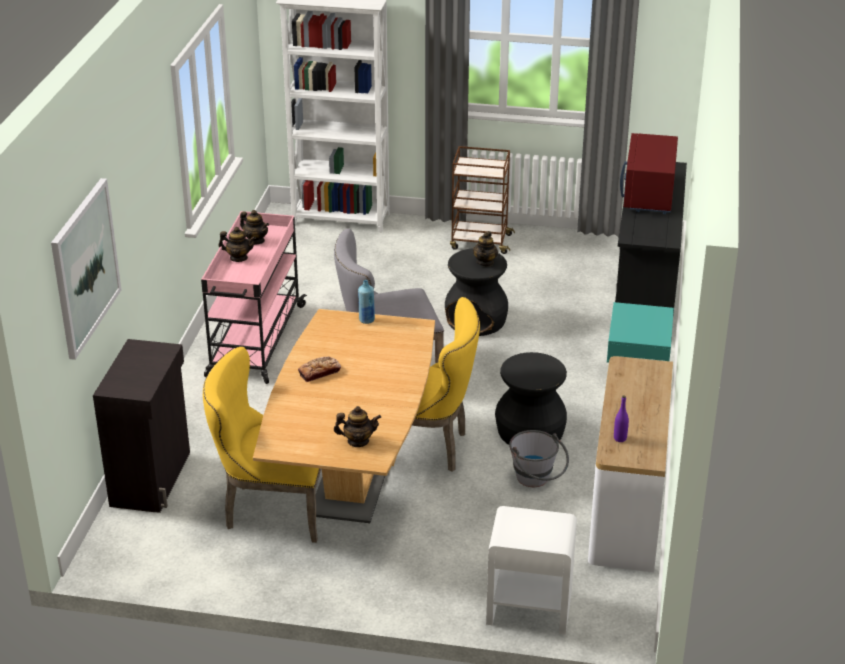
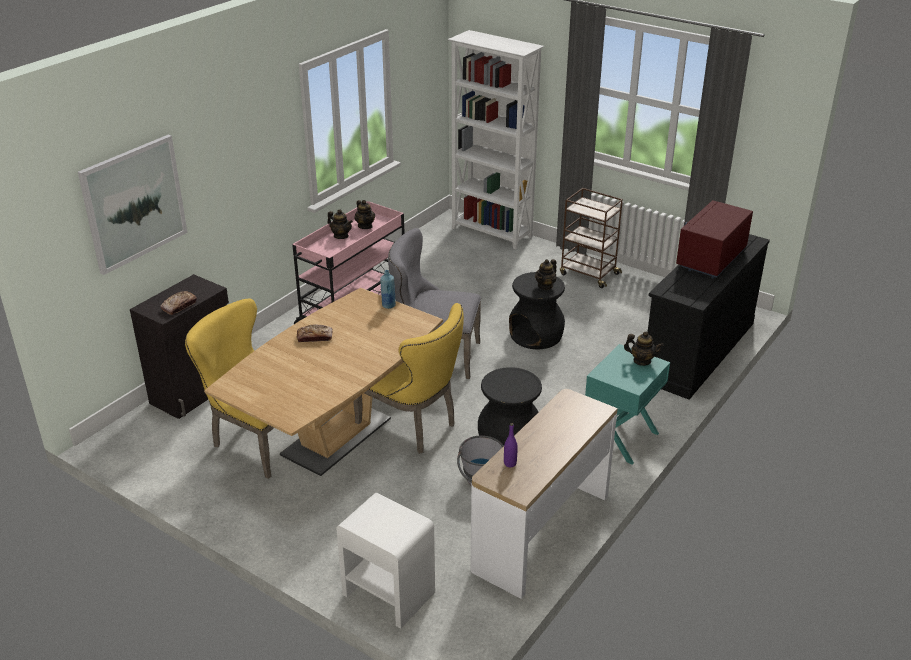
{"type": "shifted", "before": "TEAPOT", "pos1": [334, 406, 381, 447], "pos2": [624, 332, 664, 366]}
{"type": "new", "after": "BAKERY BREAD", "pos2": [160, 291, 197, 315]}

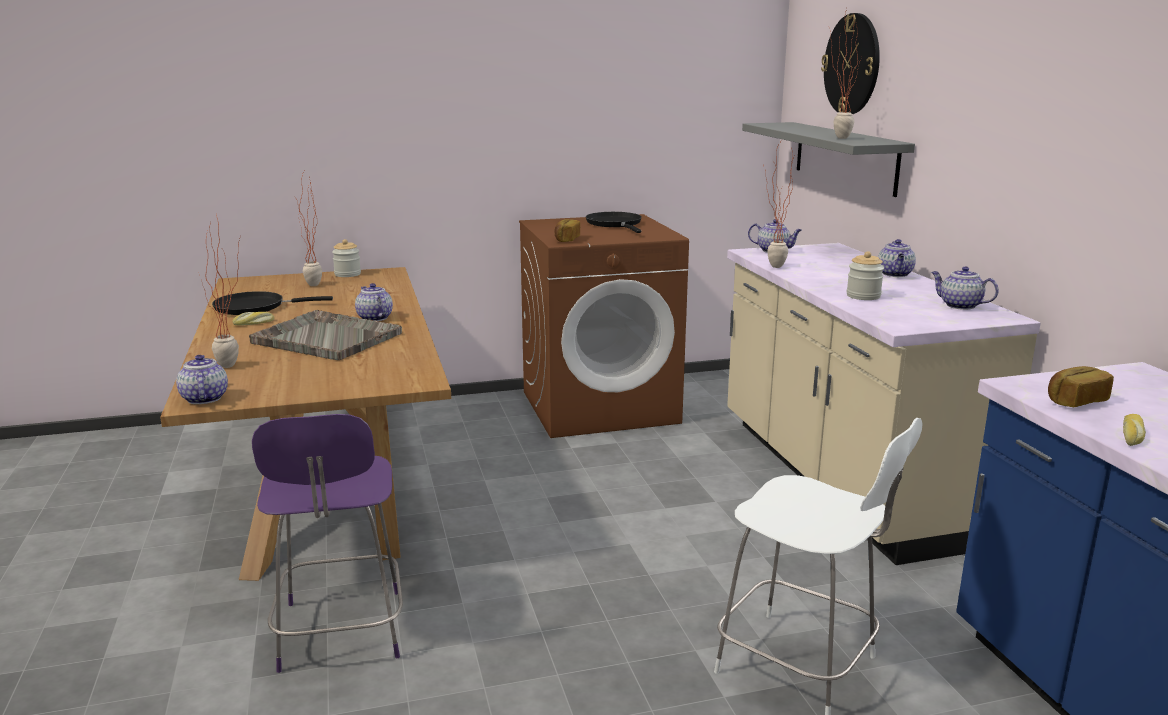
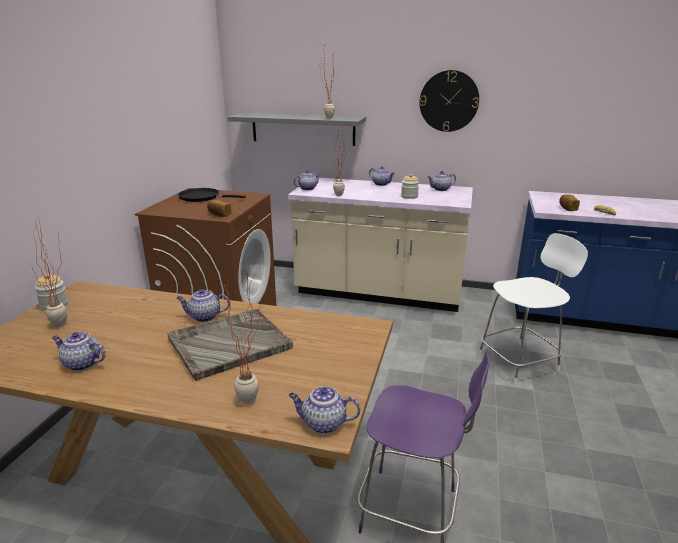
{"type": "shifted", "before": "WALL CLOCK", "pos1": [821, 13, 880, 114], "pos2": [419, 70, 479, 132]}
{"type": "swapped", "before": "BLACKISH SKILLET", "after": "TEAPOT", "pos1": [212, 291, 333, 315], "pos2": [52, 332, 105, 371]}
{"type": "gone", "before": "BAKERY BREAD", "pos1": [233, 312, 275, 326]}

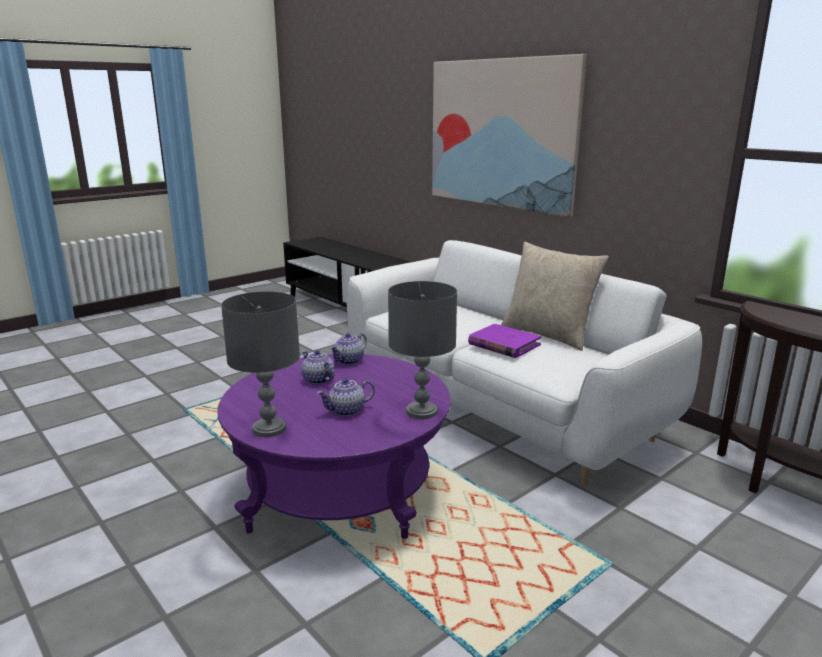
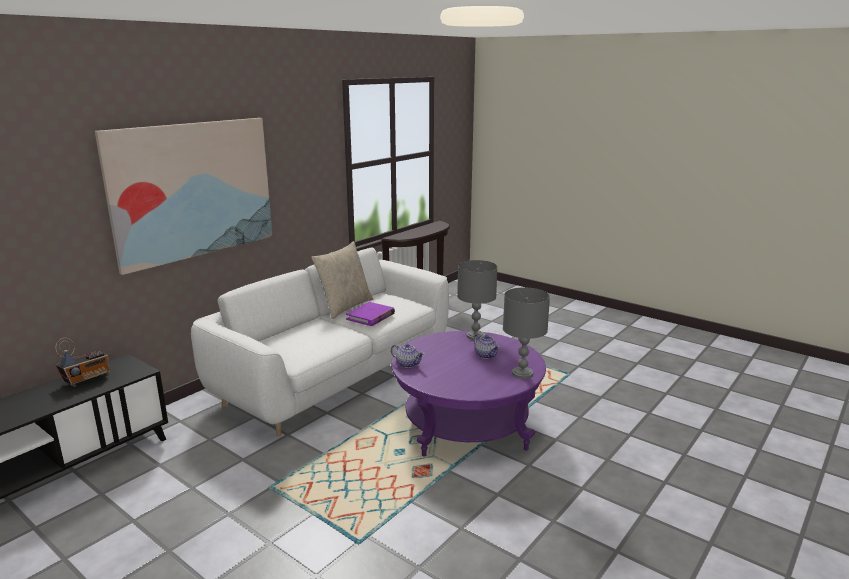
{"type": "gone", "before": "TEAPOT", "pos1": [302, 350, 334, 385]}
{"type": "new", "after": "RADIO RECEIVER", "pos2": [56, 338, 110, 387]}

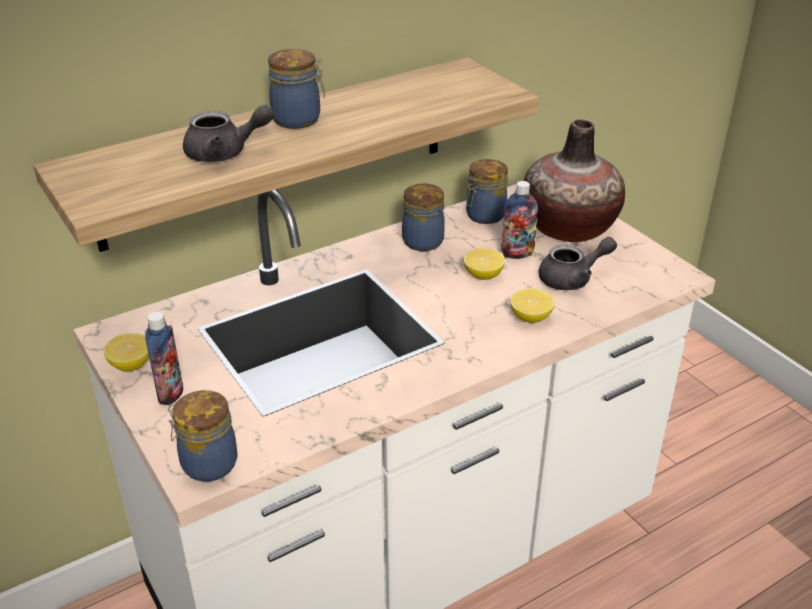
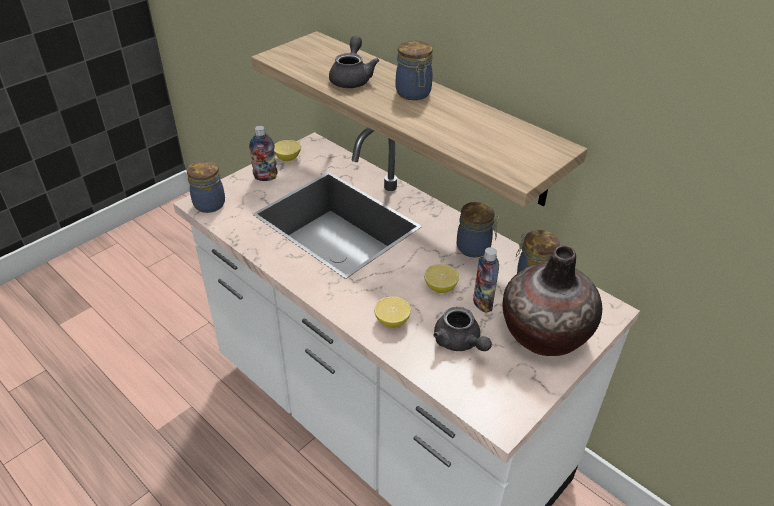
{"type": "rotated", "before": "GREYISH TEAPOT", "pos1": [183, 105, 274, 162], "pos2": [329, 36, 379, 88], "turn": -150}

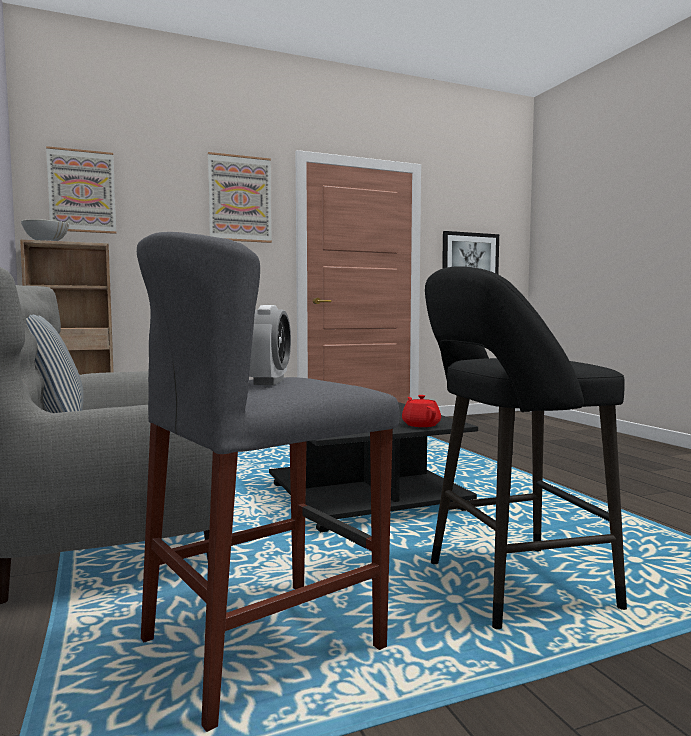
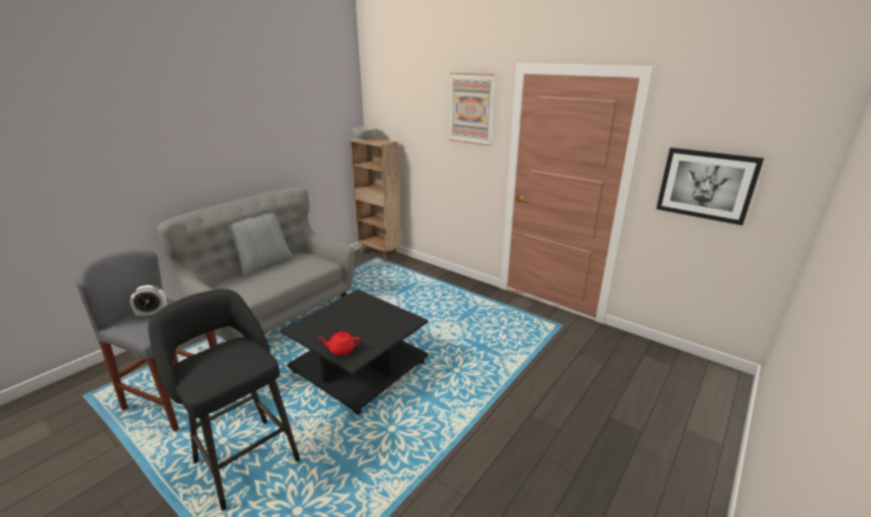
{"type": "gone", "before": "PICTURE", "pos1": [46, 146, 116, 234]}
{"type": "rotated", "before": "RED-COLOURED TEAPOT", "pos1": [402, 395, 441, 427], "pos2": [318, 331, 361, 356], "turn": -135}

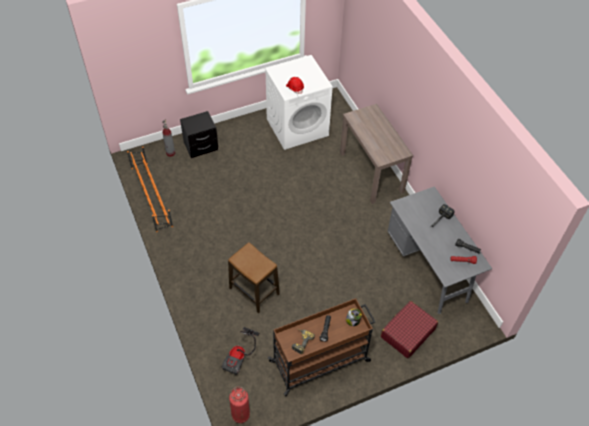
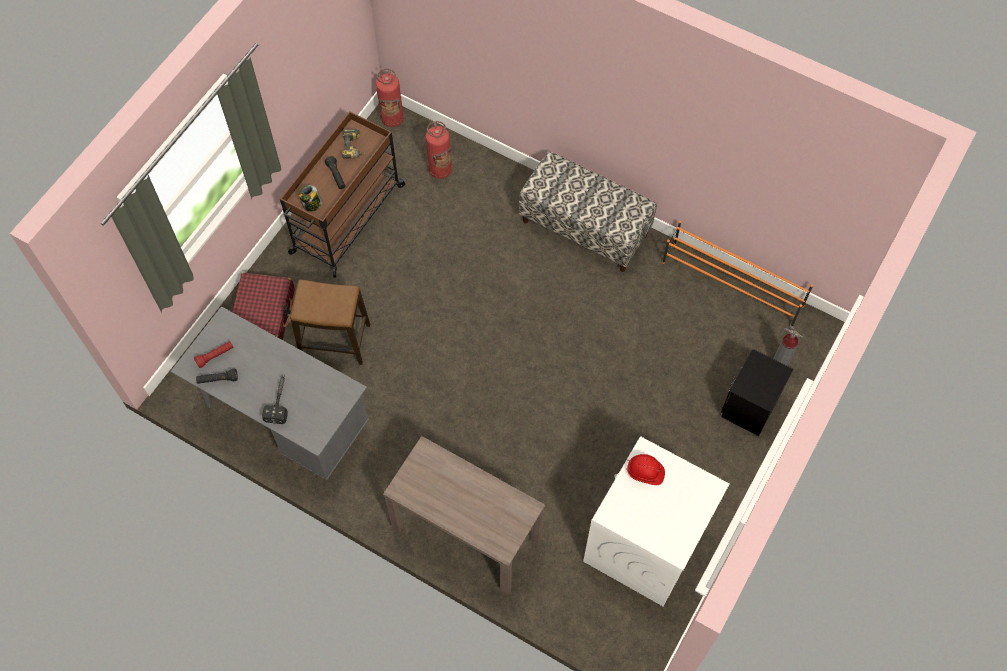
{"type": "shifted", "before": "SITTING STOOL", "pos1": [228, 242, 280, 313], "pos2": [290, 280, 370, 365]}
{"type": "swapped", "before": "HOOVER", "after": "EXTINGUISHER", "pos1": [222, 327, 260, 375], "pos2": [425, 121, 452, 179]}
{"type": "new", "after": "BENCH", "pos2": [519, 151, 657, 272]}

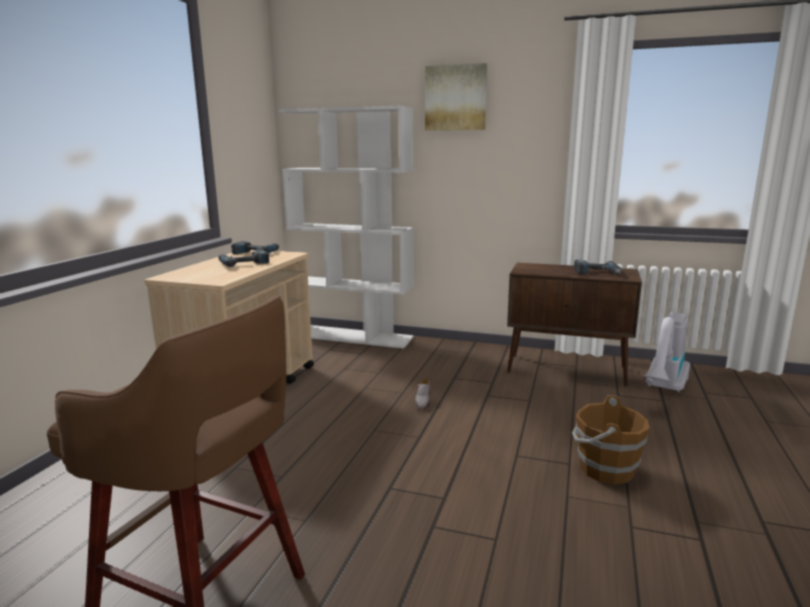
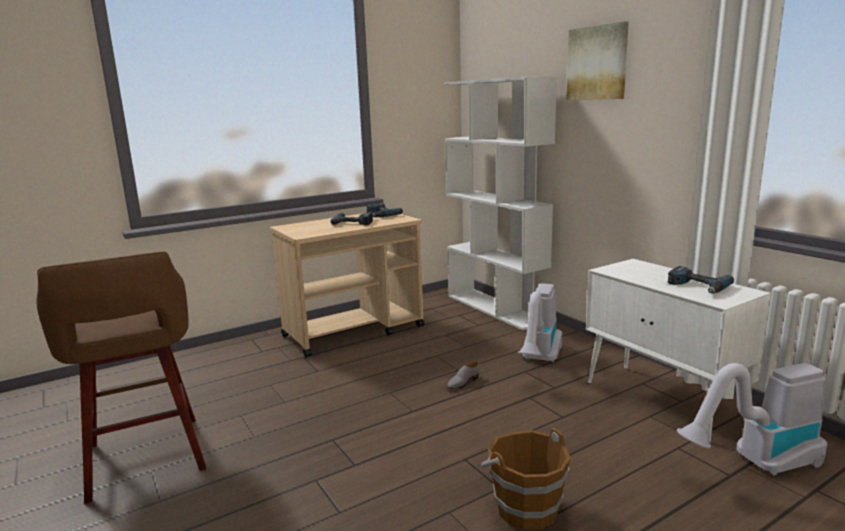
{"type": "repainted", "before": "BROWN STORAGE CABINET", "after": "WHITE STORAGE CABINET", "pos1": [507, 262, 642, 386], "pos2": [586, 259, 771, 443]}
{"type": "new", "after": "HOOVER", "pos2": [518, 283, 562, 362]}

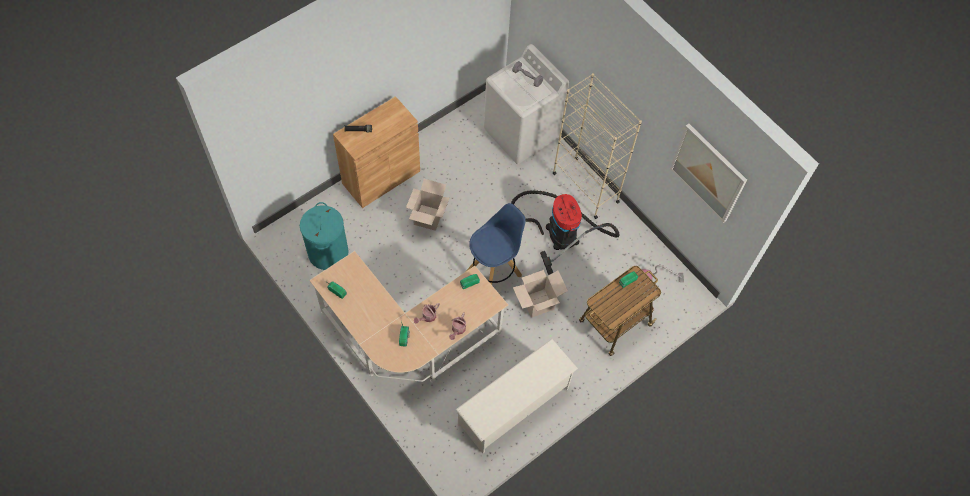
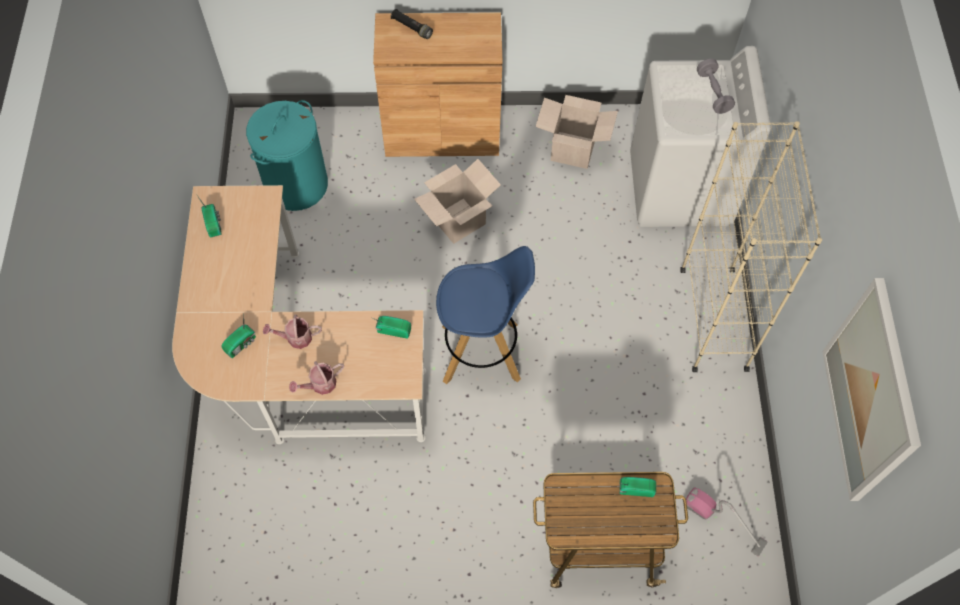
{"type": "gone", "before": "HOOVER", "pos1": [511, 190, 620, 275]}
{"type": "shifted", "before": "PACKING BOX", "pos1": [513, 270, 568, 318], "pos2": [535, 95, 618, 169]}
{"type": "gone", "before": "WHITE SHOE STAND", "pos1": [456, 339, 578, 454]}

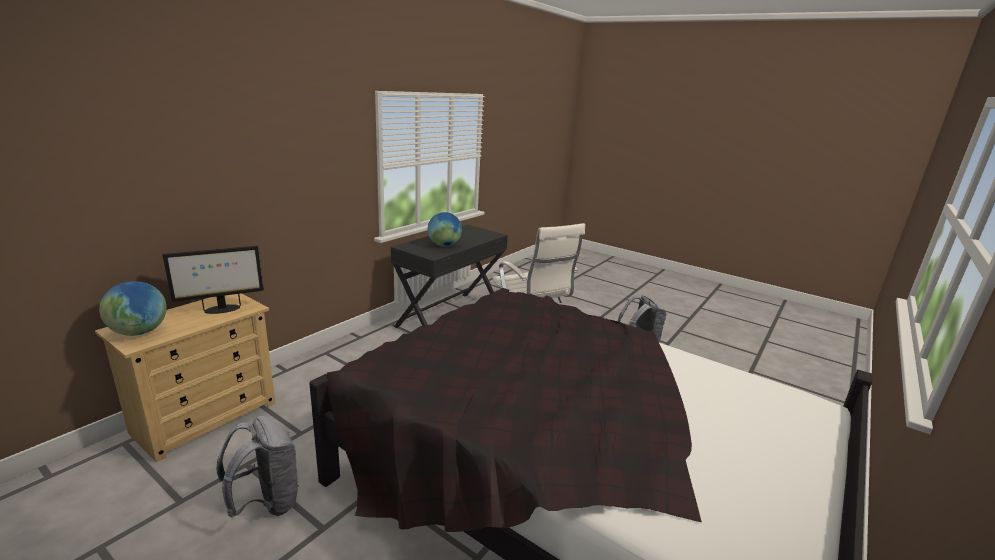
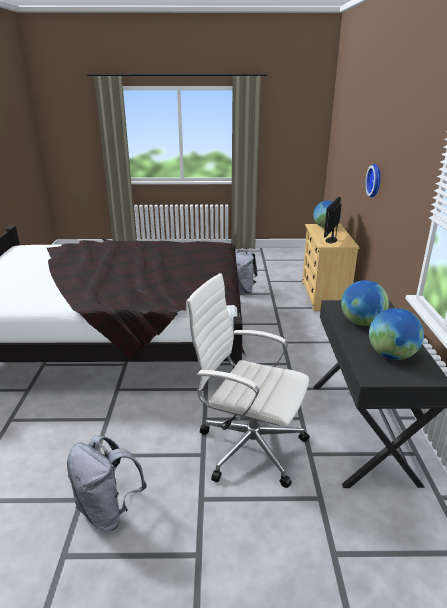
{"type": "new", "after": "WALL CLOCK", "pos2": [365, 164, 381, 198]}
{"type": "new", "after": "WORLD GLOBE", "pos2": [369, 308, 424, 360]}

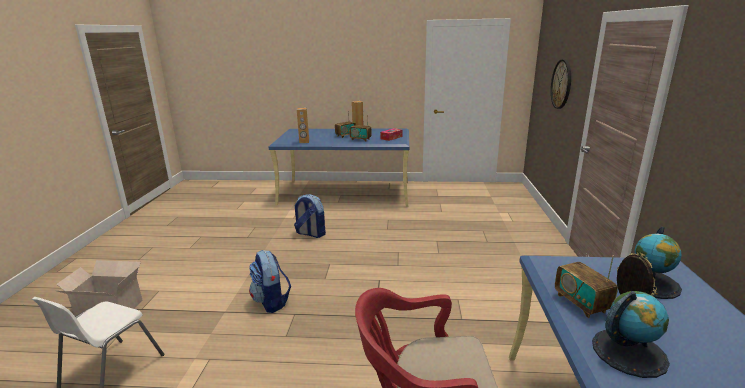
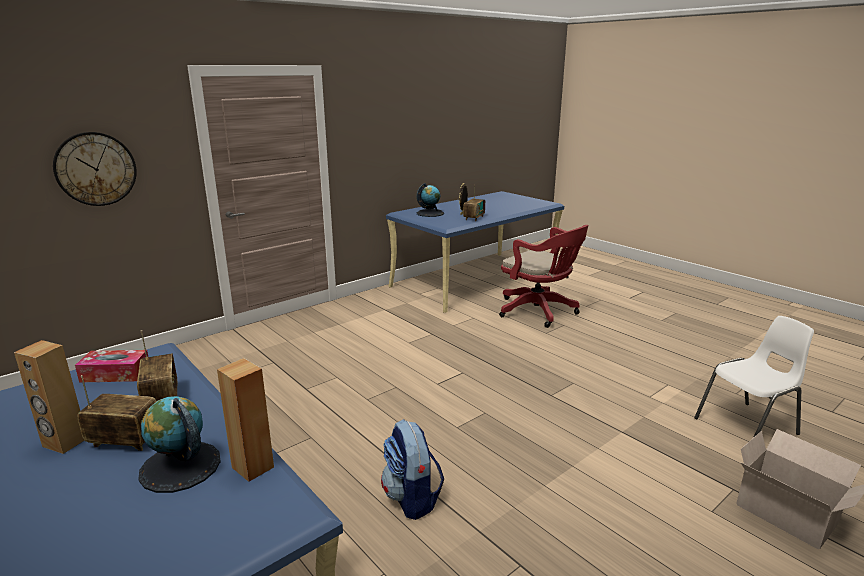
{"type": "gone", "before": "RUCKSACK", "pos1": [249, 250, 291, 313]}
{"type": "shifted", "before": "WORLD GLOBE", "pos1": [592, 291, 670, 378], "pos2": [138, 396, 221, 493]}

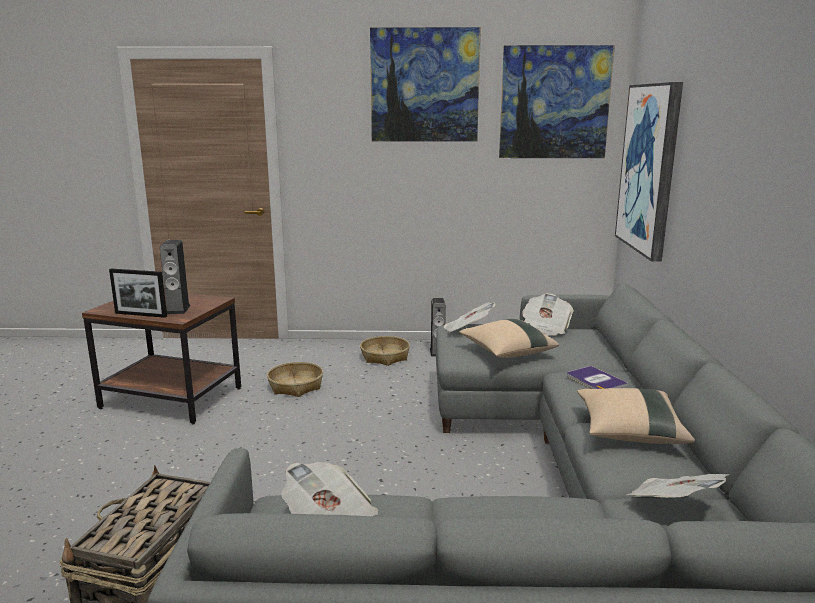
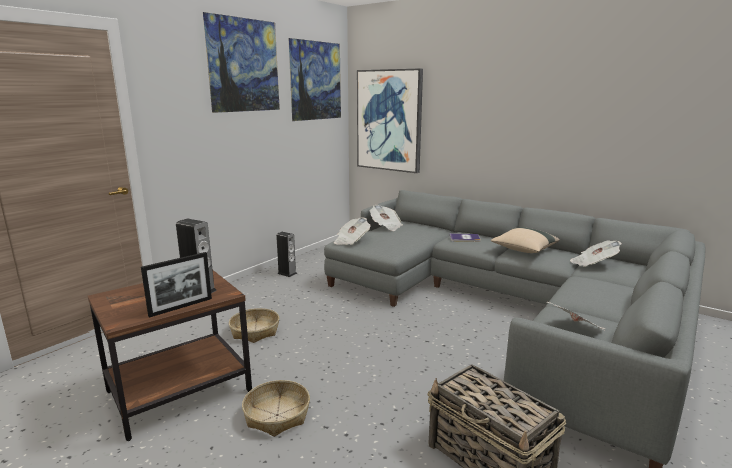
{"type": "gone", "before": "BEIGE-COLOURED CUSHION", "pos1": [459, 319, 559, 358]}
{"type": "shifted", "before": "STORAGE BASKET", "pos1": [360, 336, 410, 366], "pos2": [242, 380, 310, 437]}

